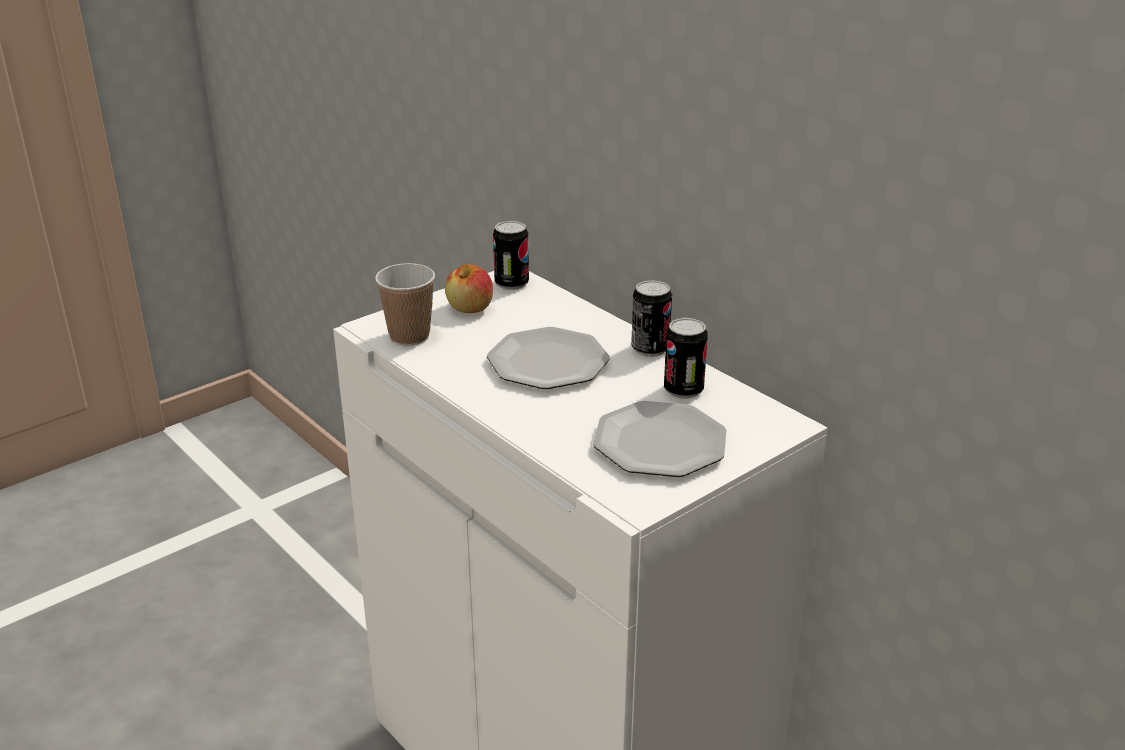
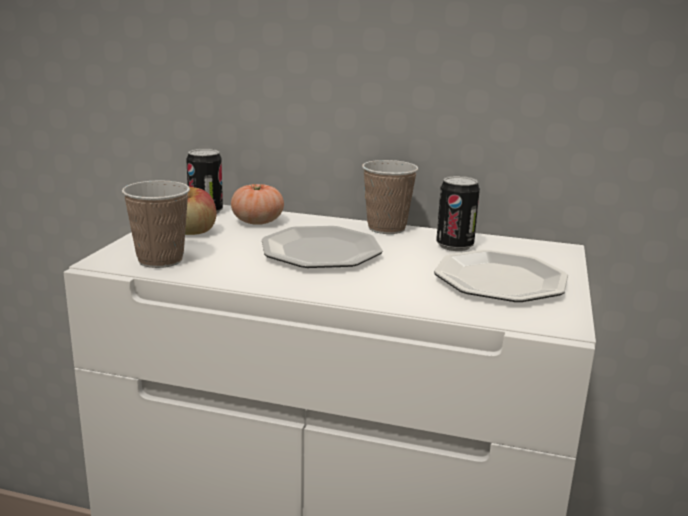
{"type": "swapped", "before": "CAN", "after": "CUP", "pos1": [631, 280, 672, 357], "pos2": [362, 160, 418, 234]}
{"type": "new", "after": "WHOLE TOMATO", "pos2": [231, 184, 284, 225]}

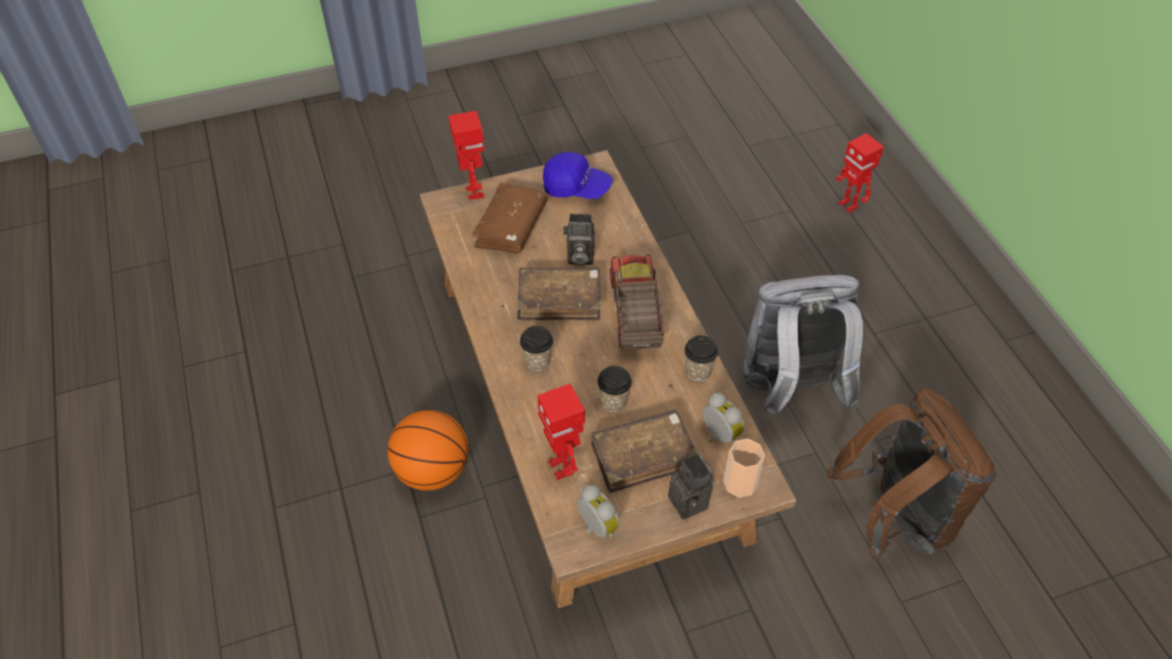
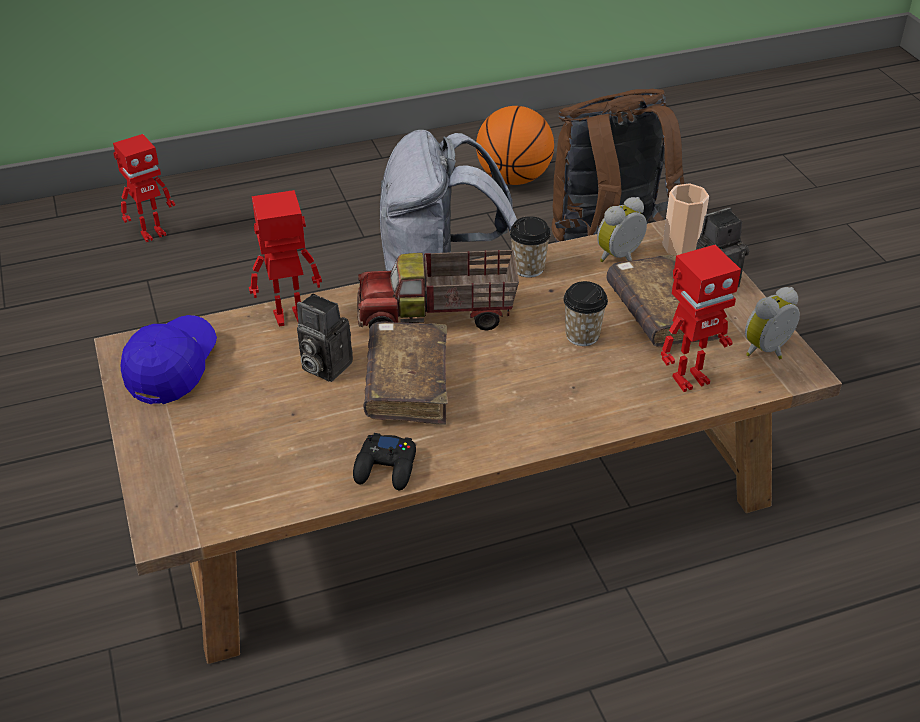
{"type": "shifted", "before": "MODEL ROBOT", "pos1": [448, 111, 484, 200], "pos2": [249, 190, 322, 327]}
{"type": "gone", "before": "BROWN BOUND BOOK", "pos1": [472, 183, 547, 254]}
{"type": "rotated", "before": "PHOTO CAMERA", "pos1": [563, 213, 595, 265], "pos2": [297, 293, 353, 382], "turn": 120}
{"type": "gone", "before": "CUP", "pos1": [520, 326, 553, 372]}
{"type": "shifted", "before": "BASKETBALL BALL", "pos1": [388, 410, 469, 491], "pos2": [476, 106, 554, 185]}
{"type": "new", "after": "BLACKISH JOYPAD", "pos2": [353, 433, 416, 490]}

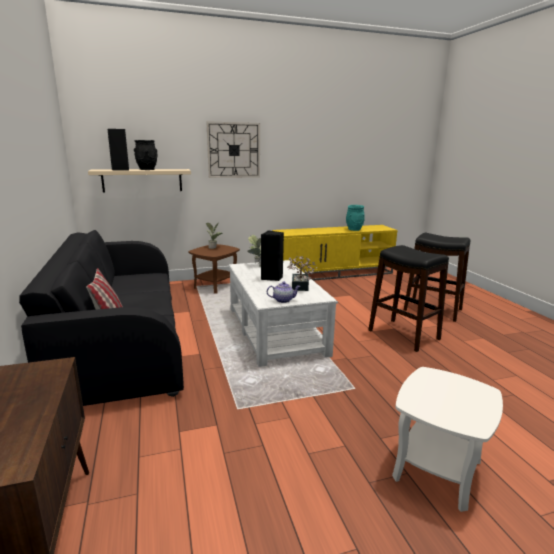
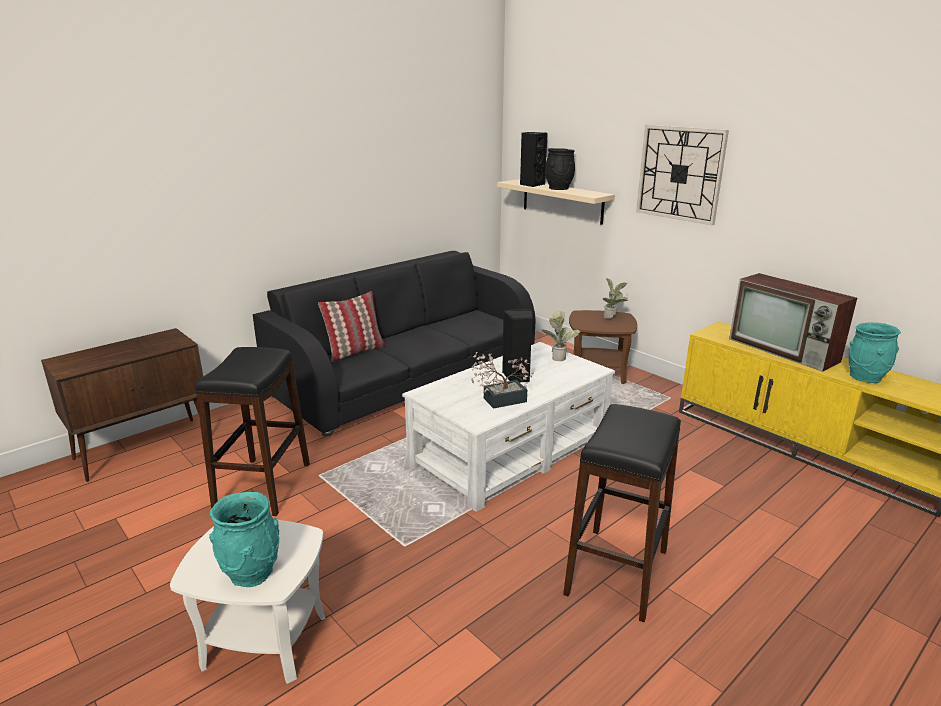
{"type": "shifted", "before": "BLACKISH SITTING STOOL", "pos1": [404, 233, 471, 322], "pos2": [195, 347, 310, 516]}
{"type": "gone", "before": "TEAPOT", "pos1": [267, 282, 301, 303]}
{"type": "new", "after": "TV", "pos2": [729, 273, 857, 372]}
{"type": "new", "after": "BLUE-GREEN VASE", "pos2": [209, 492, 279, 587]}

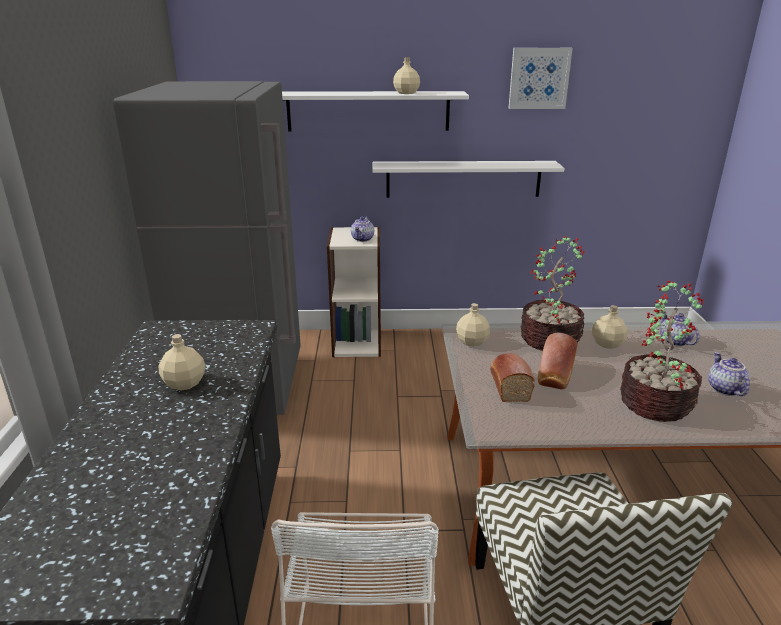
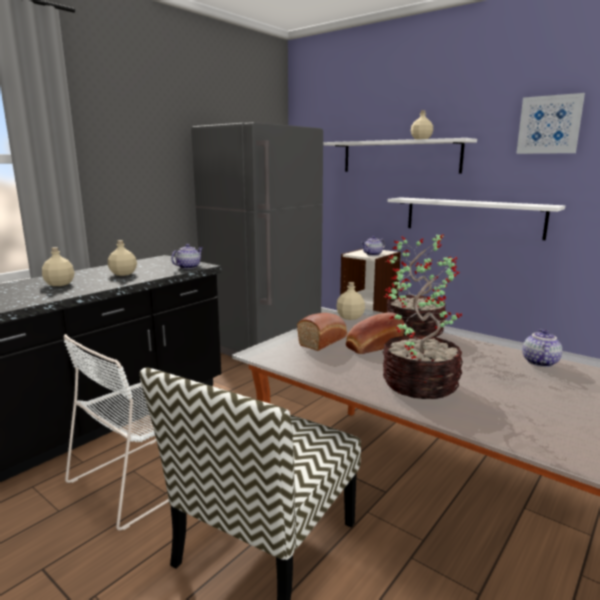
{"type": "shifted", "before": "BEIGE-COLOURED DRINK BOTTLE", "pos1": [592, 305, 628, 349], "pos2": [42, 247, 74, 286]}
{"type": "shifted", "before": "TEAPOT", "pos1": [708, 352, 750, 396], "pos2": [171, 244, 203, 269]}

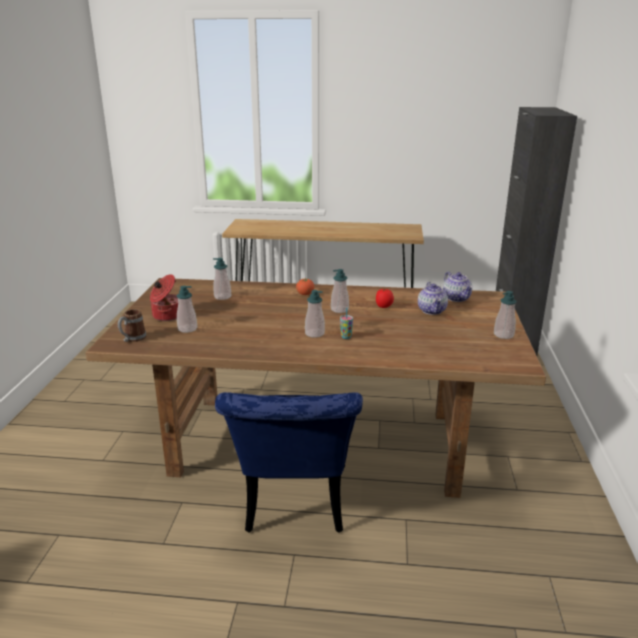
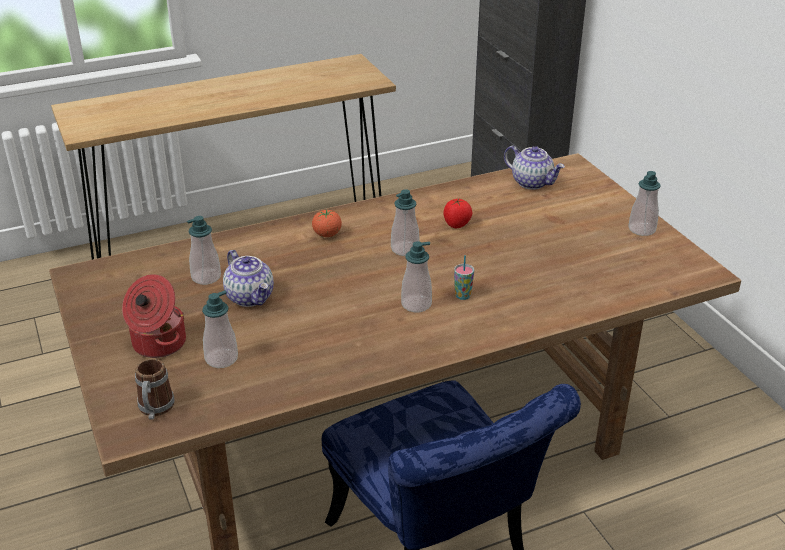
{"type": "shifted", "before": "TEAPOT", "pos1": [418, 282, 448, 315], "pos2": [223, 250, 274, 307]}

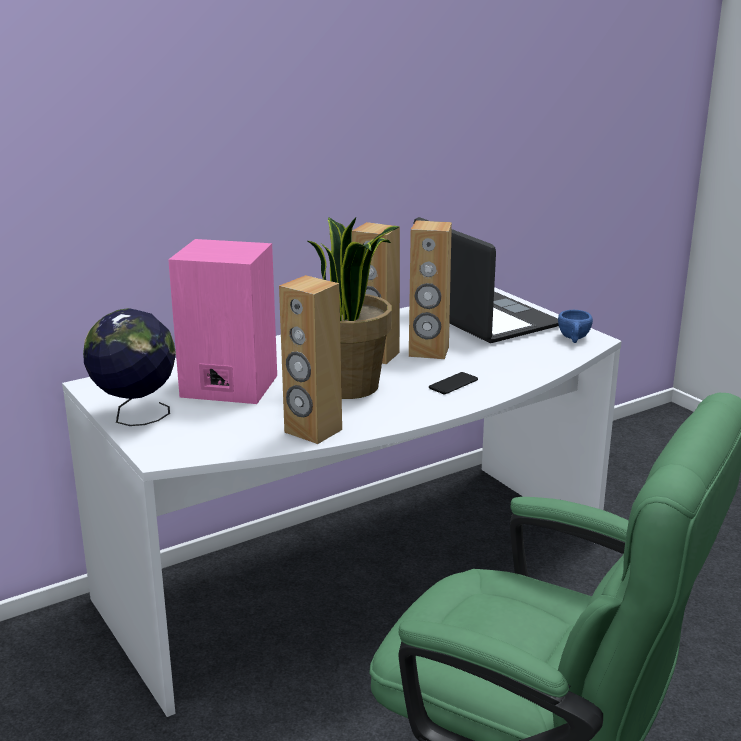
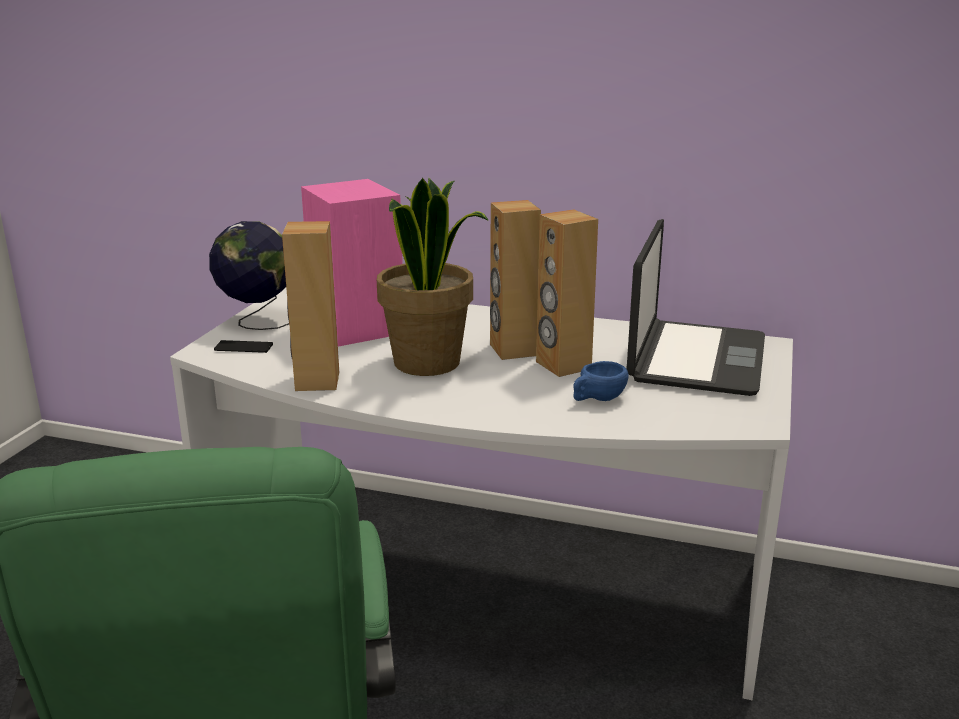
{"type": "shifted", "before": "BLUE-COLOURED CUP", "pos1": [558, 310, 593, 343], "pos2": [573, 361, 628, 401]}
{"type": "shifted", "before": "PHONE", "pos1": [429, 372, 478, 394], "pos2": [214, 340, 273, 353]}

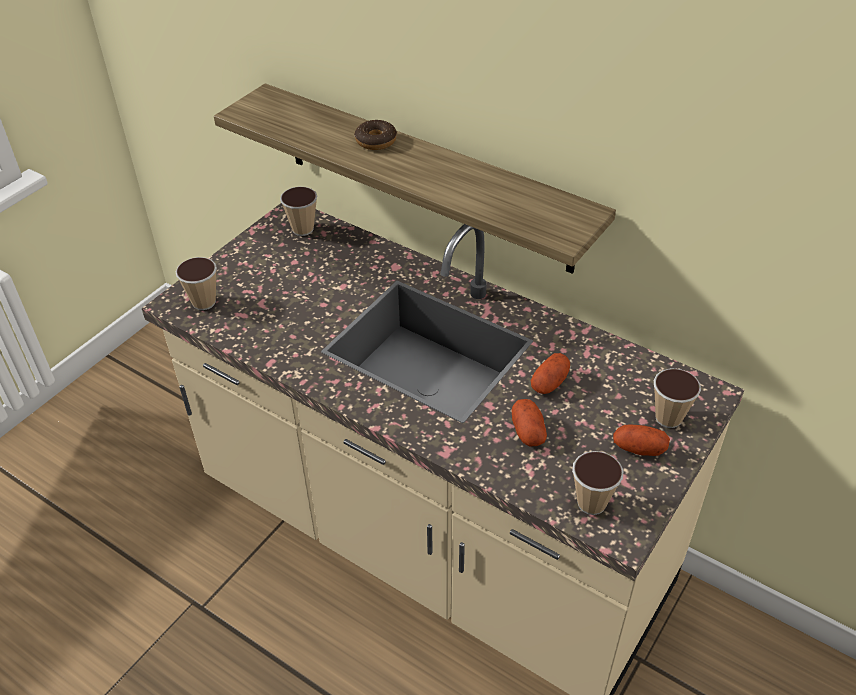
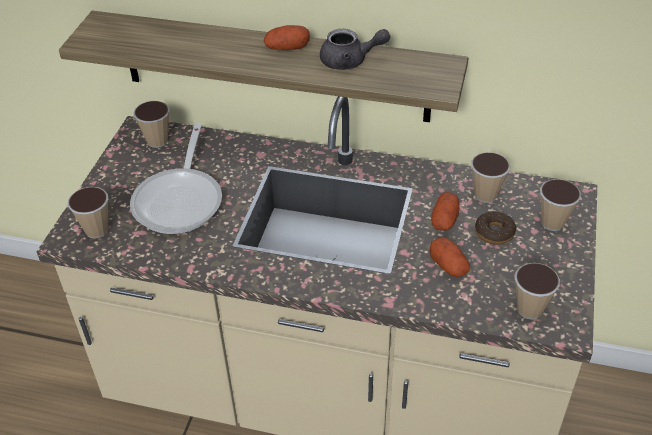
{"type": "shifted", "before": "RING DOUGHNUT", "pos1": [354, 120, 397, 150], "pos2": [475, 211, 516, 245]}
{"type": "shifted", "before": "WHOLE POTATO", "pos1": [613, 425, 670, 456], "pos2": [264, 25, 310, 50]}
{"type": "new", "after": "GREYISH TEAPOT", "pos2": [320, 29, 390, 70]}
{"type": "new", "after": "SKILLET", "pos2": [130, 123, 222, 234]}
{"type": "new", "after": "CUP", "pos2": [471, 152, 510, 203]}

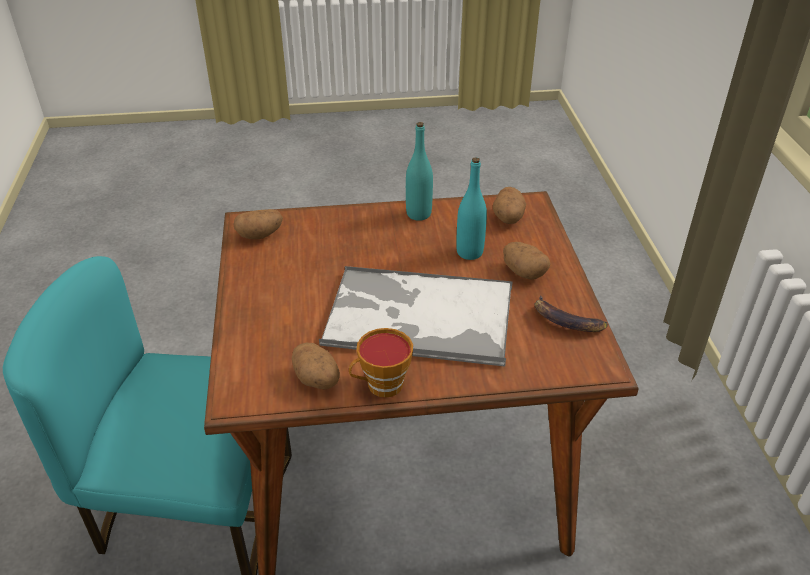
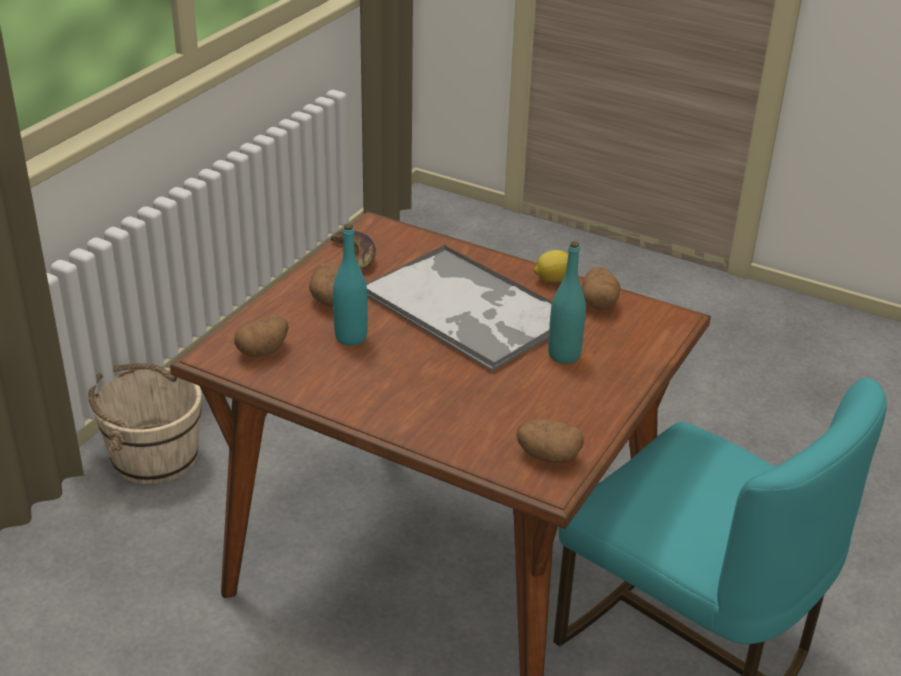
{"type": "shifted", "before": "BLUE-GREEN DRINK BOTTLE", "pos1": [406, 122, 433, 221], "pos2": [548, 241, 586, 364]}
{"type": "swapped", "before": "CUP", "after": "LEMON", "pos1": [349, 328, 413, 398], "pos2": [534, 250, 568, 283]}
{"type": "new", "after": "BEIGE-COLOURED BUCKET", "pos2": [88, 364, 202, 484]}

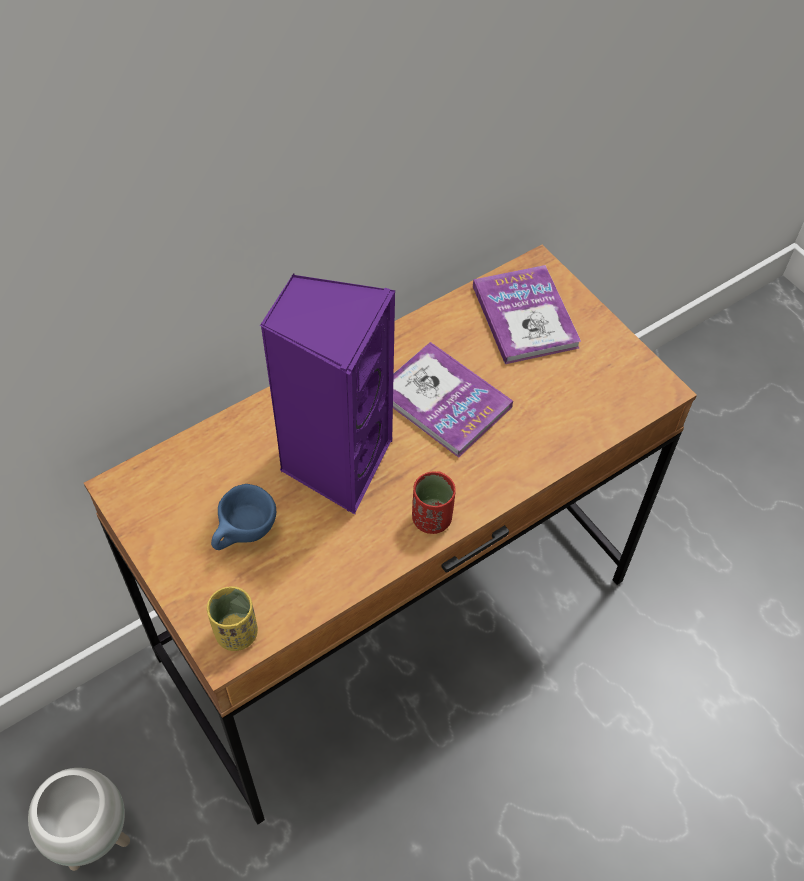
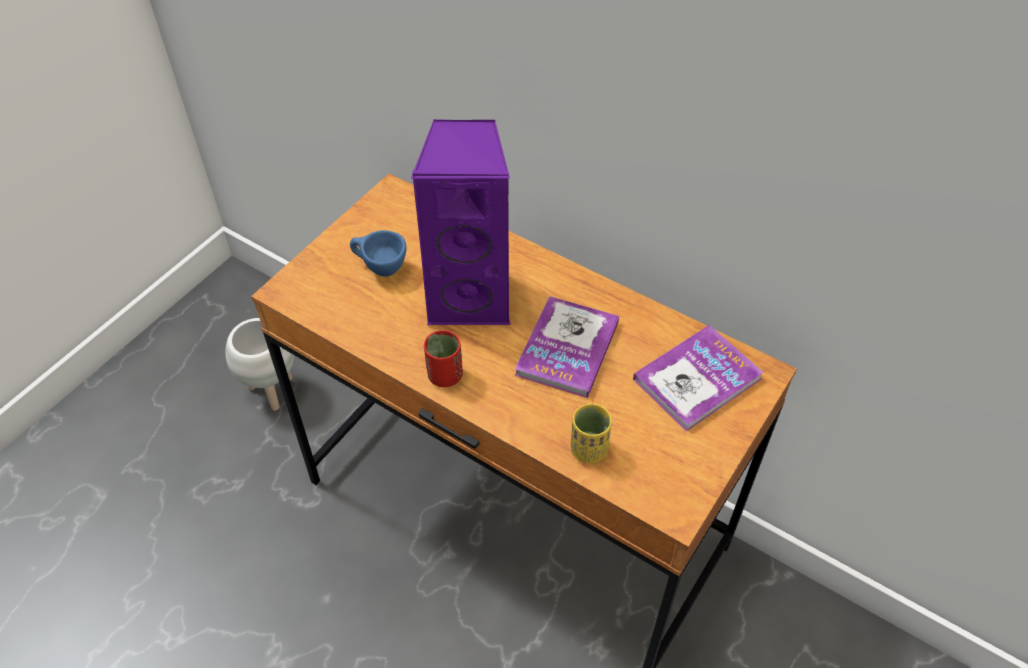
{"type": "shifted", "before": "YELLOWISH CUP", "pos1": [207, 586, 258, 651], "pos2": [571, 404, 612, 464]}

